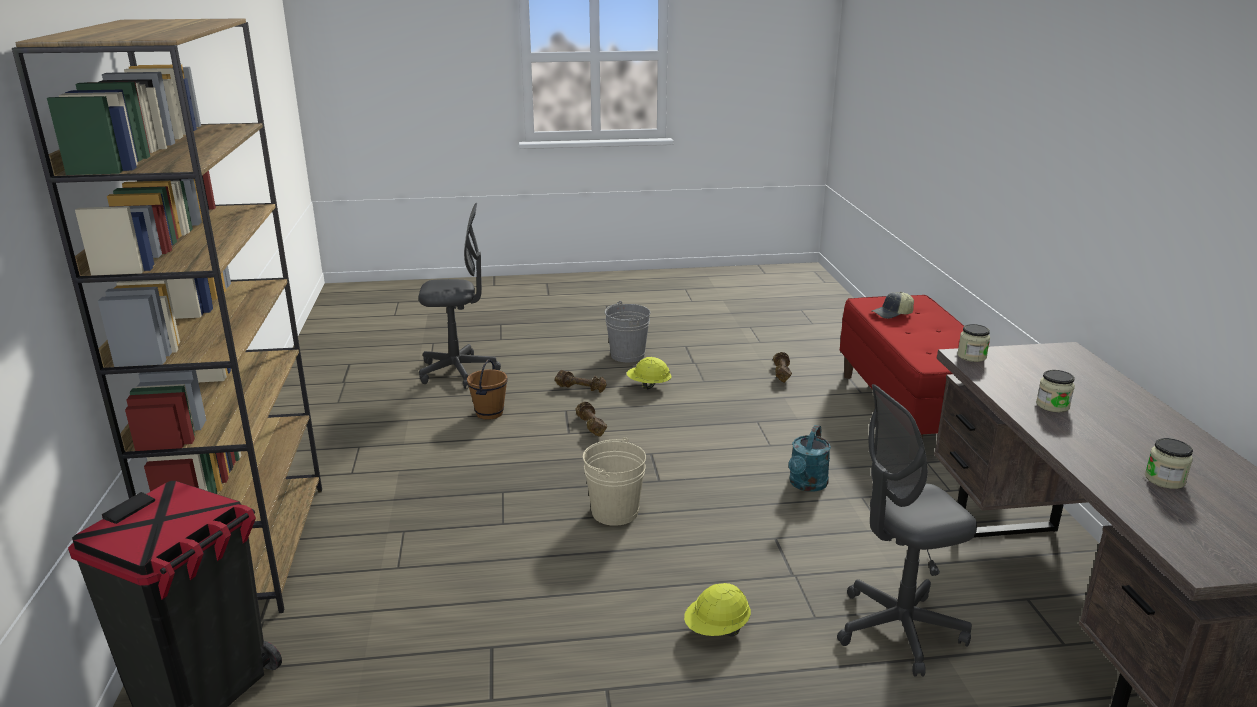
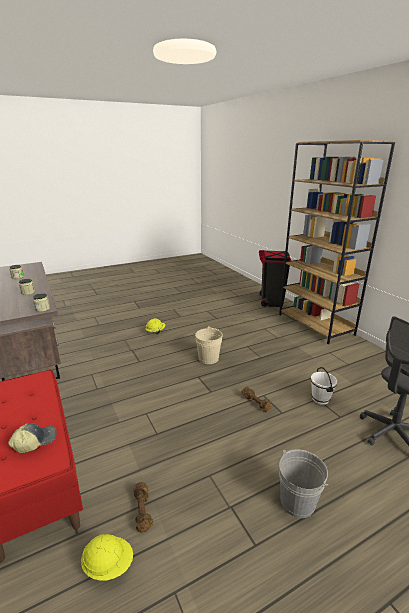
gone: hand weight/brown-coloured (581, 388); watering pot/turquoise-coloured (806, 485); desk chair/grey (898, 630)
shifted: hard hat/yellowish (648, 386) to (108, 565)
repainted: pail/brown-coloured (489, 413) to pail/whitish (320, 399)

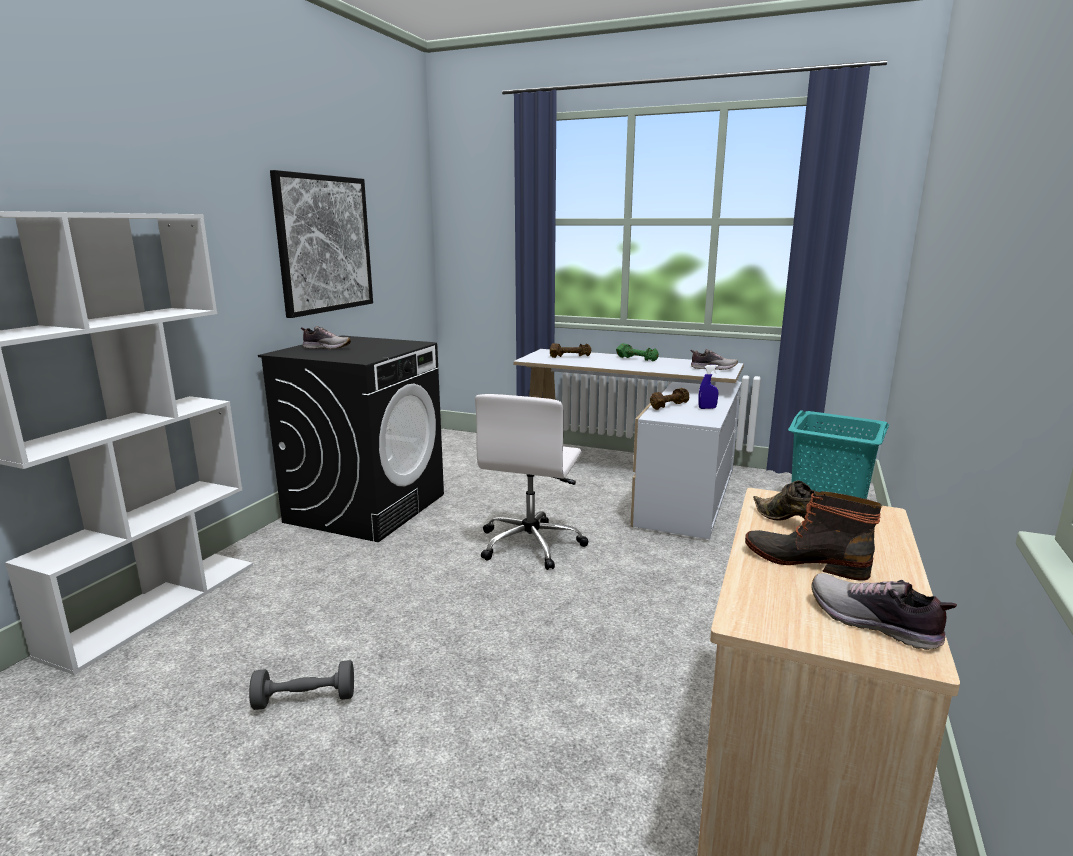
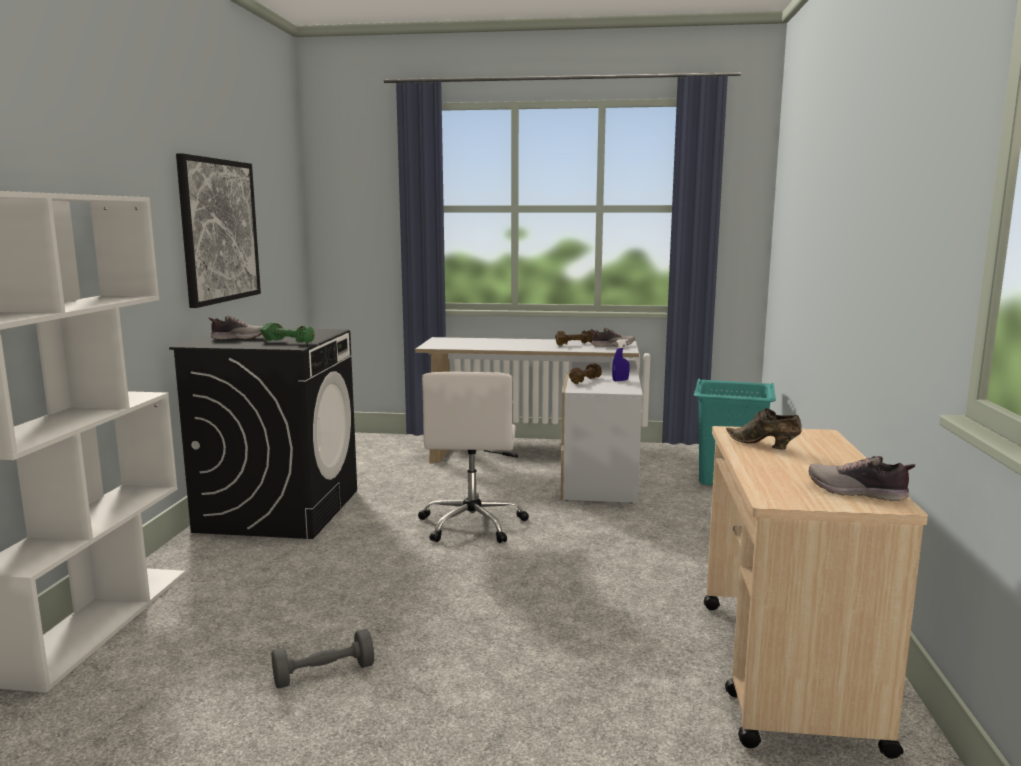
gone: tall boot (805, 560)
shifted: hand weight/brown-coloured (570, 357) to (574, 344); hand weight/green (637, 359) to (289, 342)

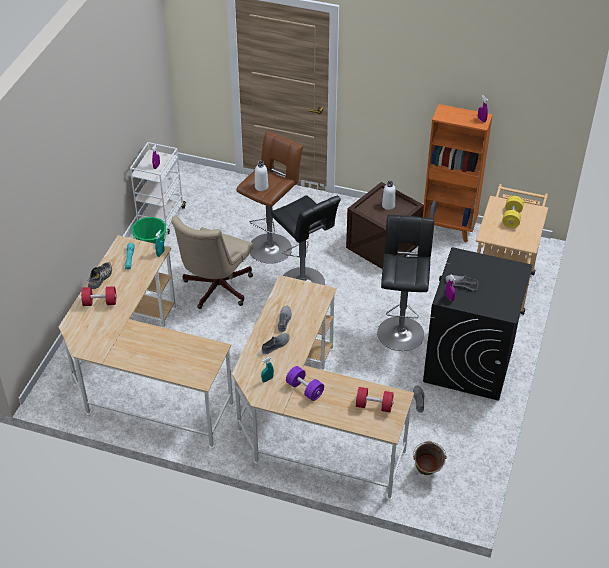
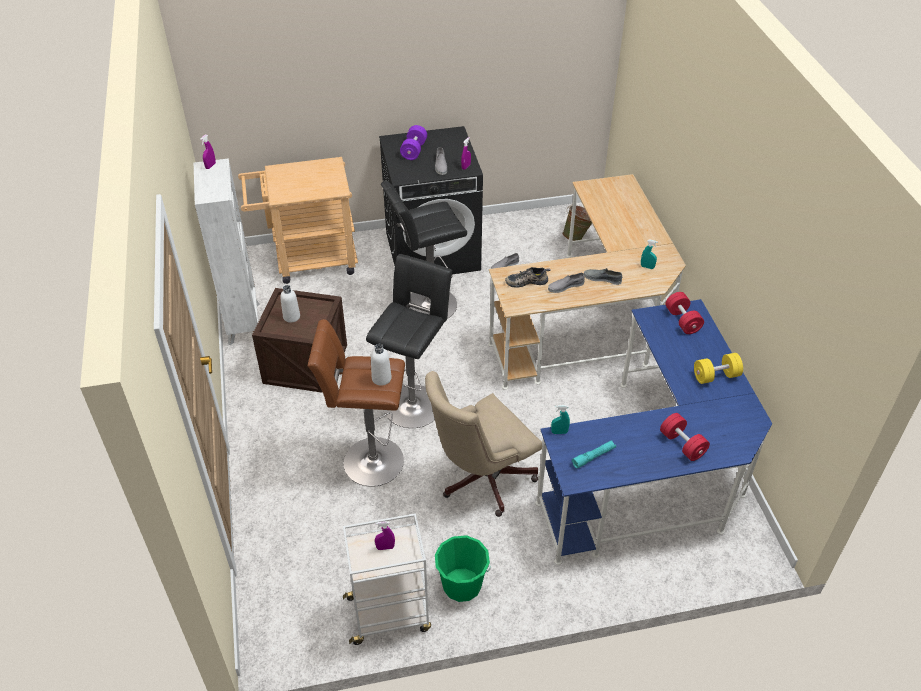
shifted: item of footwear (101, 278) to (527, 281); hand weight/purple (305, 389) to (414, 150); hand weight/red-coloured (374, 405) to (682, 321); hand weight/yellowish (512, 218) to (716, 376)
repainted: desk unit/beige-coloured (143, 376) to desk unit/blue (654, 475); shelving unit/orangey (449, 229) to shelving unit/whitish (244, 322)
rotated: desk chair/beige-coloured (215, 290) = (480, 479) 150 degrees clockwise

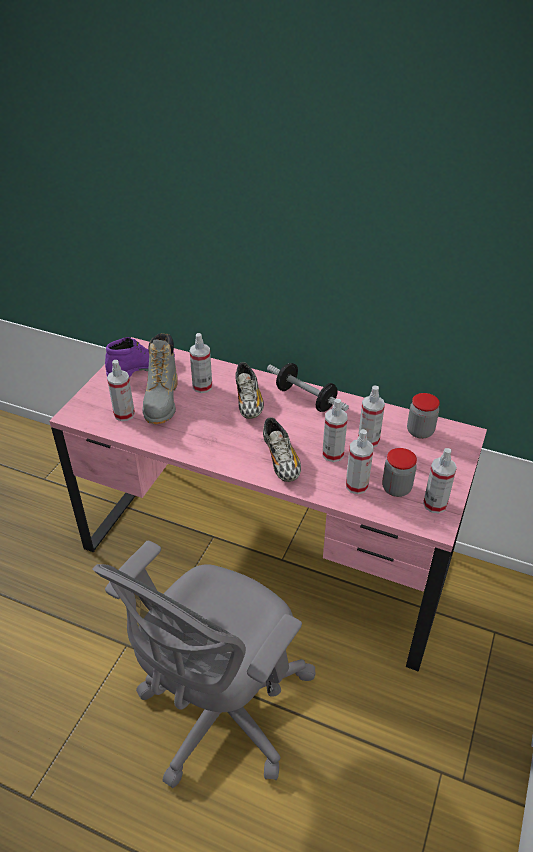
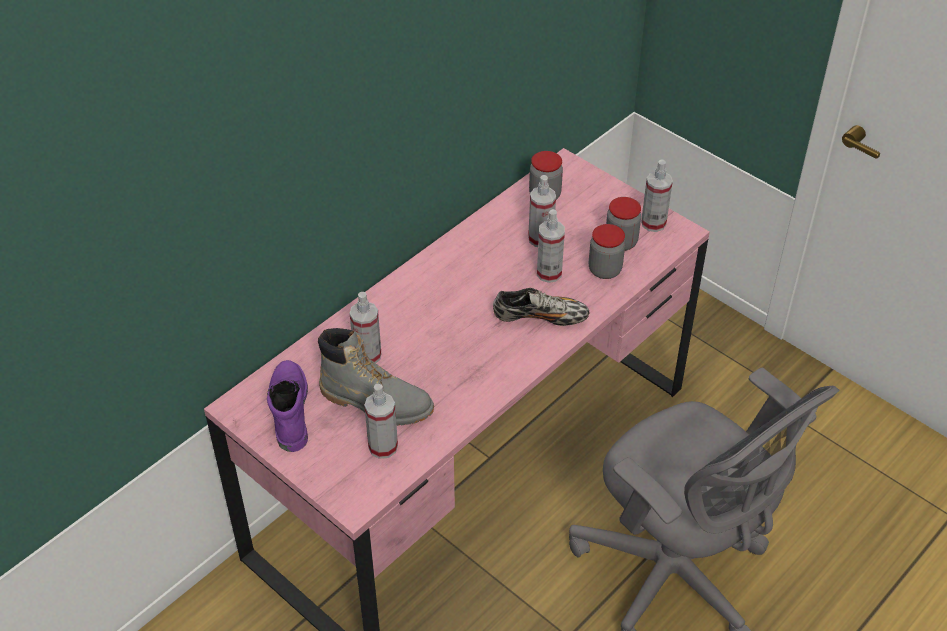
gone: item of footwear (248, 401); hand weight (306, 398)
swapped: hand sprayer (356, 485) to storage jar (605, 270)

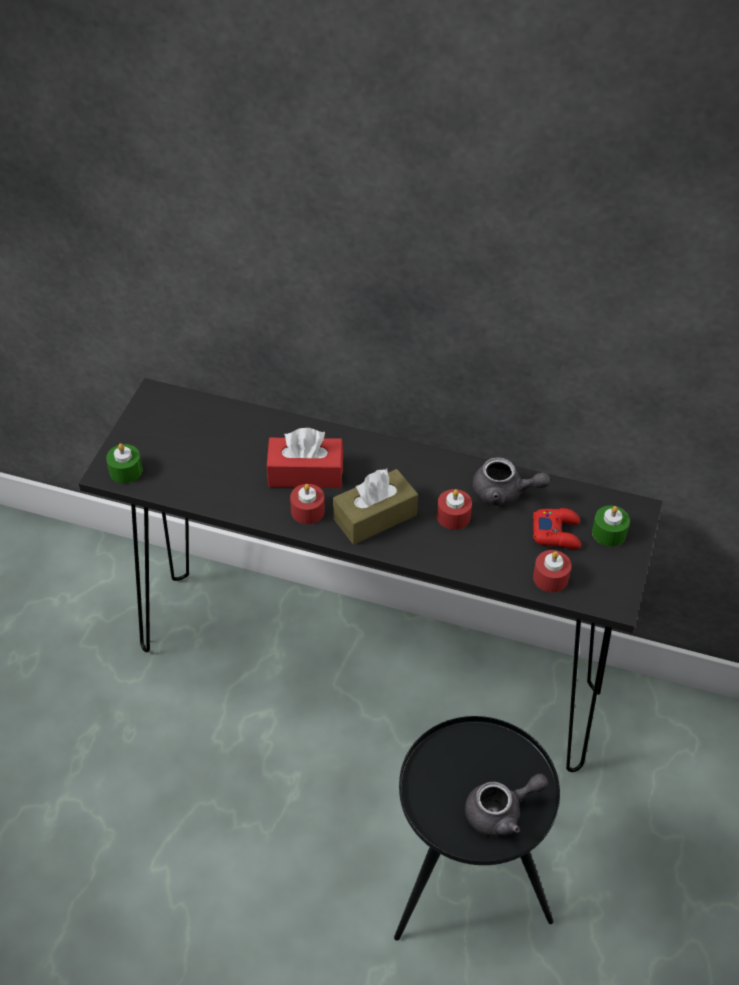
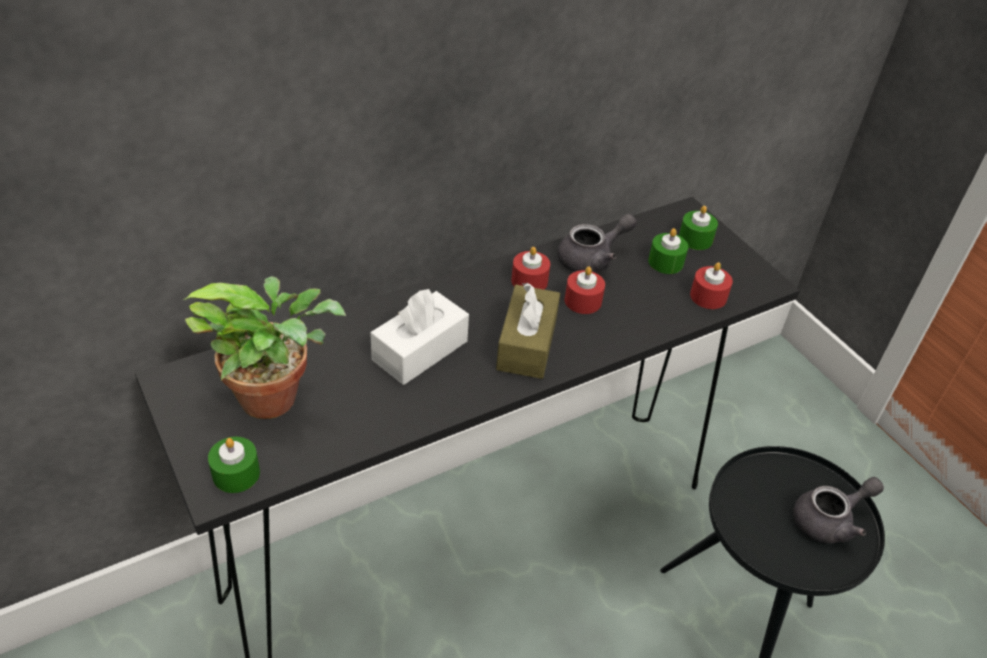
new: houseplant (276, 397)
shifted: wax candle/red-coloured (307, 511) to (529, 281)
swapped: joypad/red-coloured (557, 533) to wax candle/green (665, 262)
repainted: tissue holder/red-coloured (305, 473) to tissue holder/whitish (420, 350)
rotated: tea pot/grey (501, 812) = (830, 520) 45 degrees clockwise

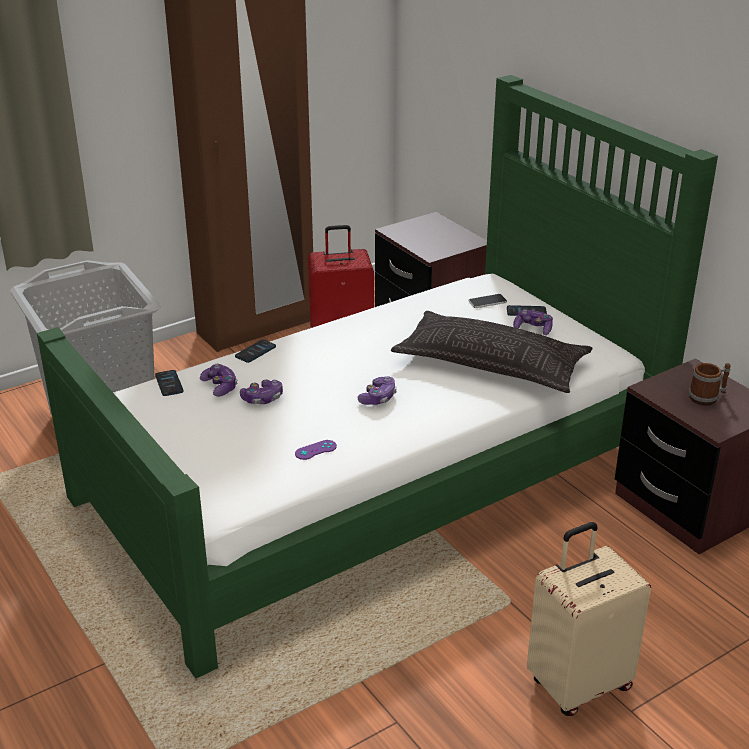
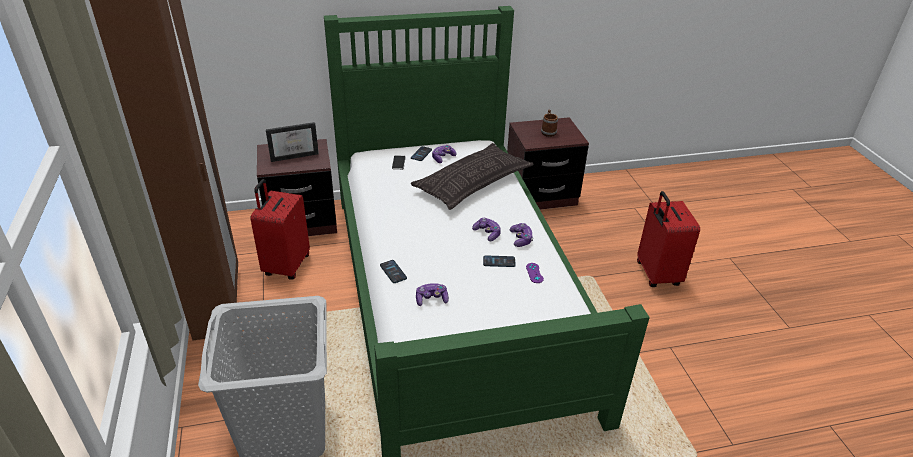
new: picture frame (295, 155)
shifted: handset (169, 384) to (499, 262); joypad (263, 398) to (521, 239)
repainted: travel case/beige-coloured (578, 683) to travel case/red-coloured (656, 274)

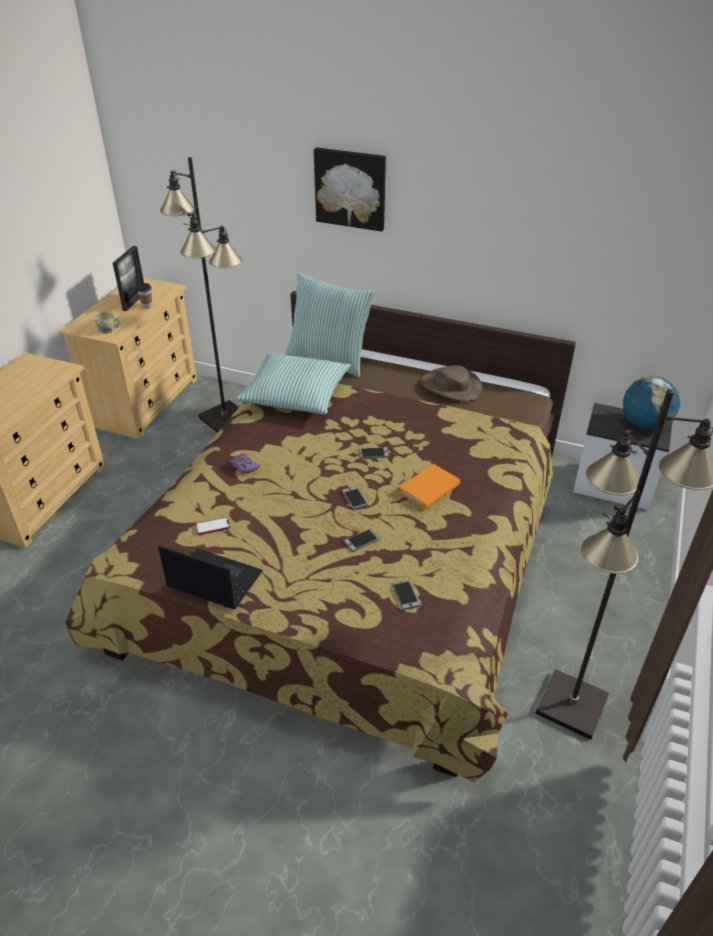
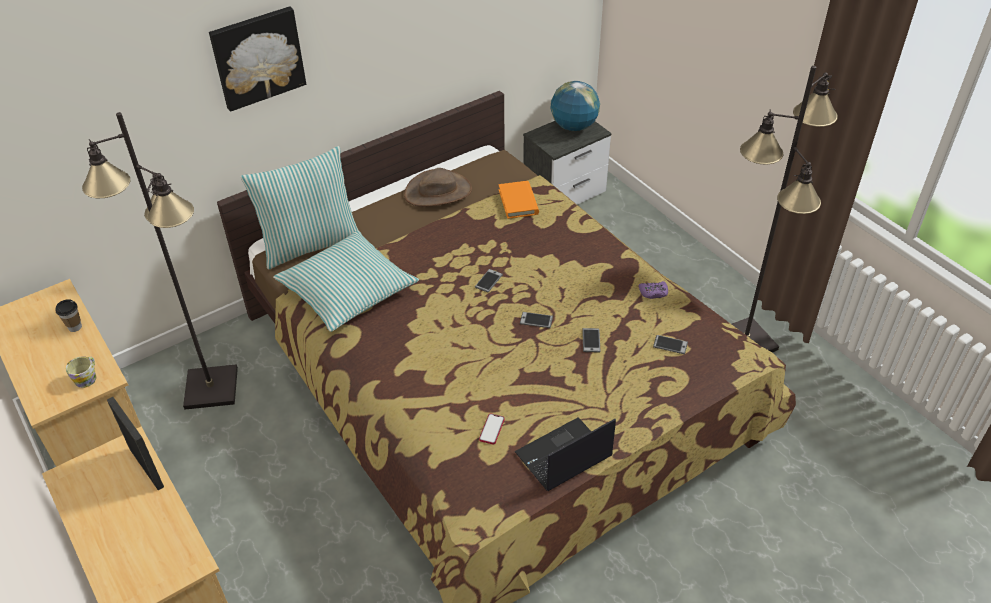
shifted: picture frame (134, 301) to (146, 468); joypad/purple (244, 466) to (653, 293); bound book/orangey (429, 489) to (518, 202)

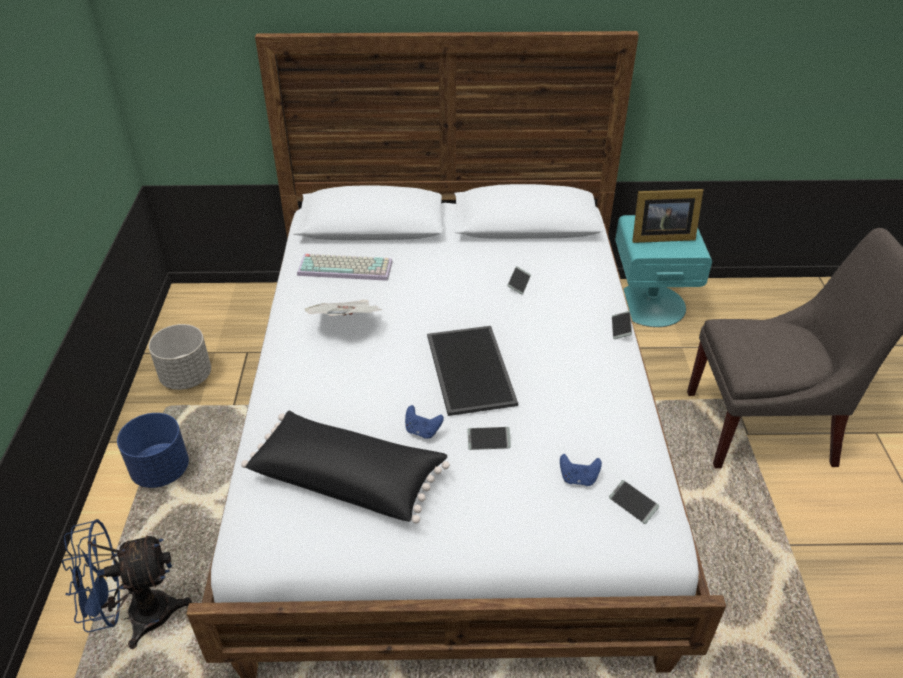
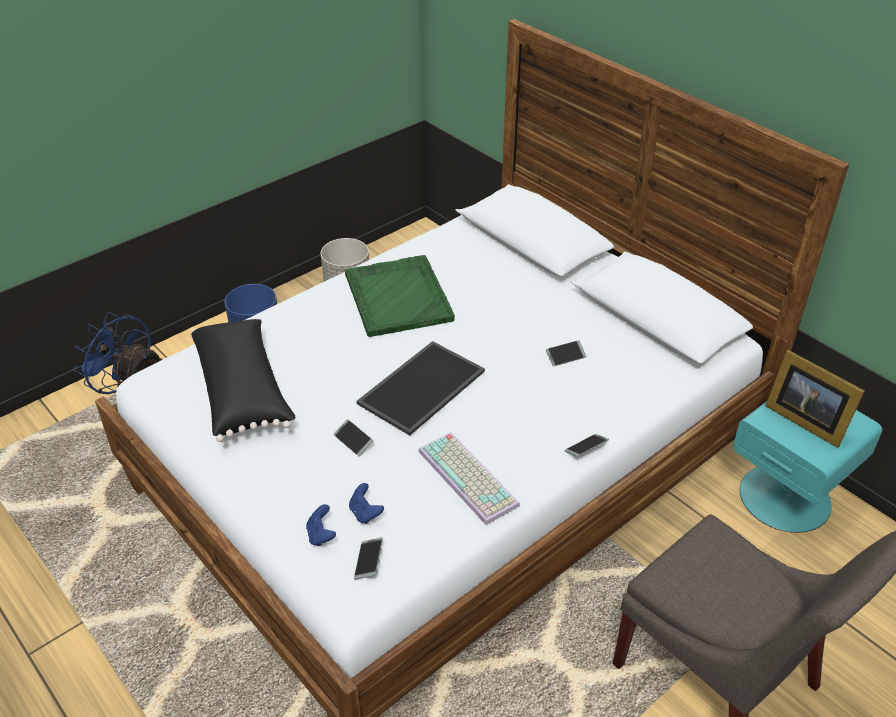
shifted: keyboard (346, 267) to (470, 478); joypad/blue (422, 431) to (321, 535)
swapped: printed paper (347, 323) to serving tray/green (398, 297)

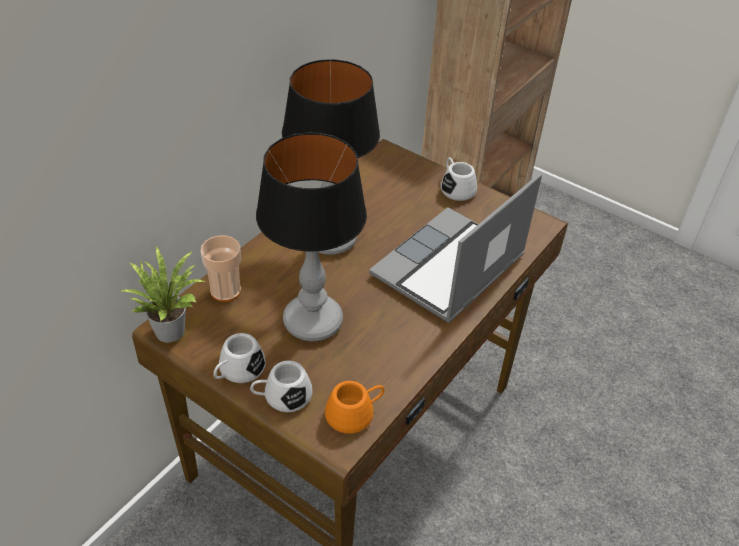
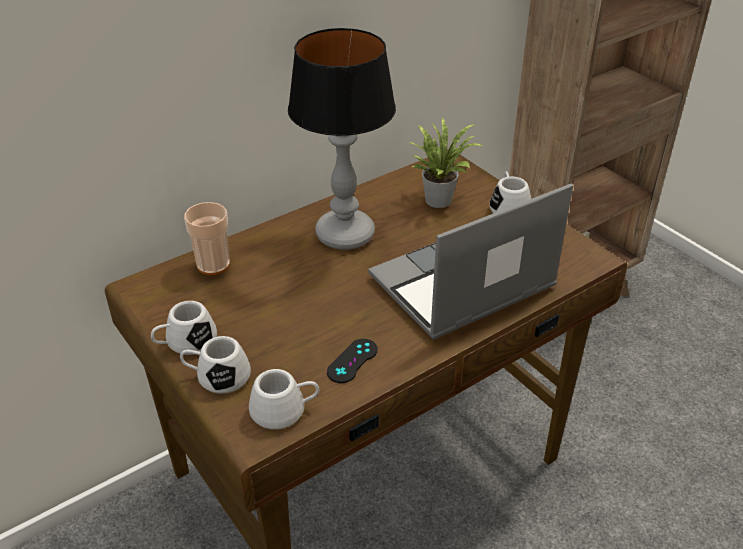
gone: lamp for a table (313, 321)
new: joypad/black (352, 361)
shifted: houseplant (171, 328) to (439, 198)
repainted: mug/orangey (355, 413) to mug/whitish (285, 410)

